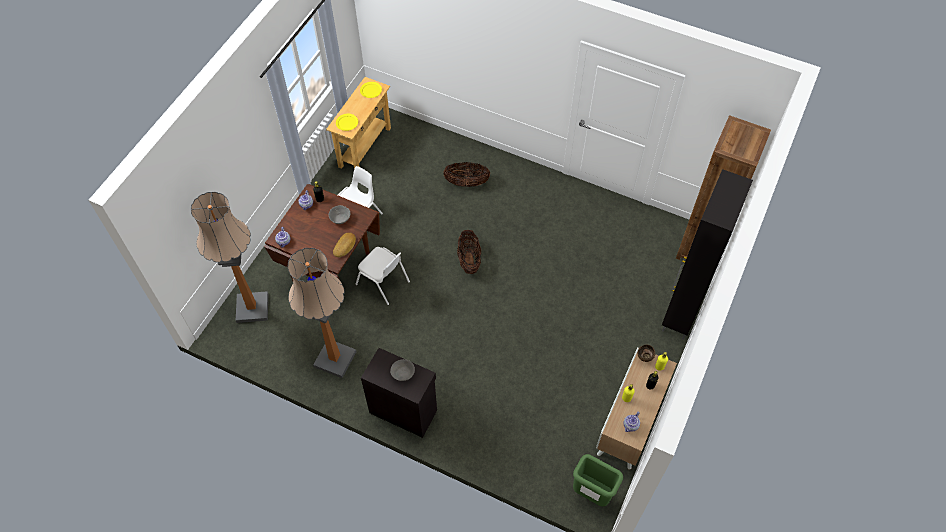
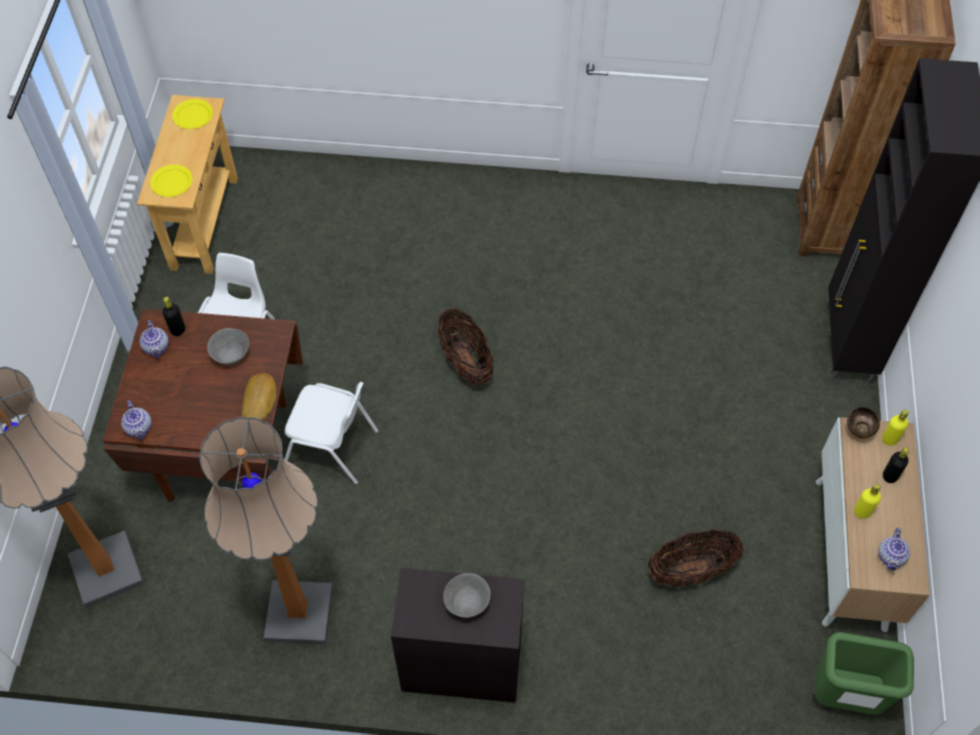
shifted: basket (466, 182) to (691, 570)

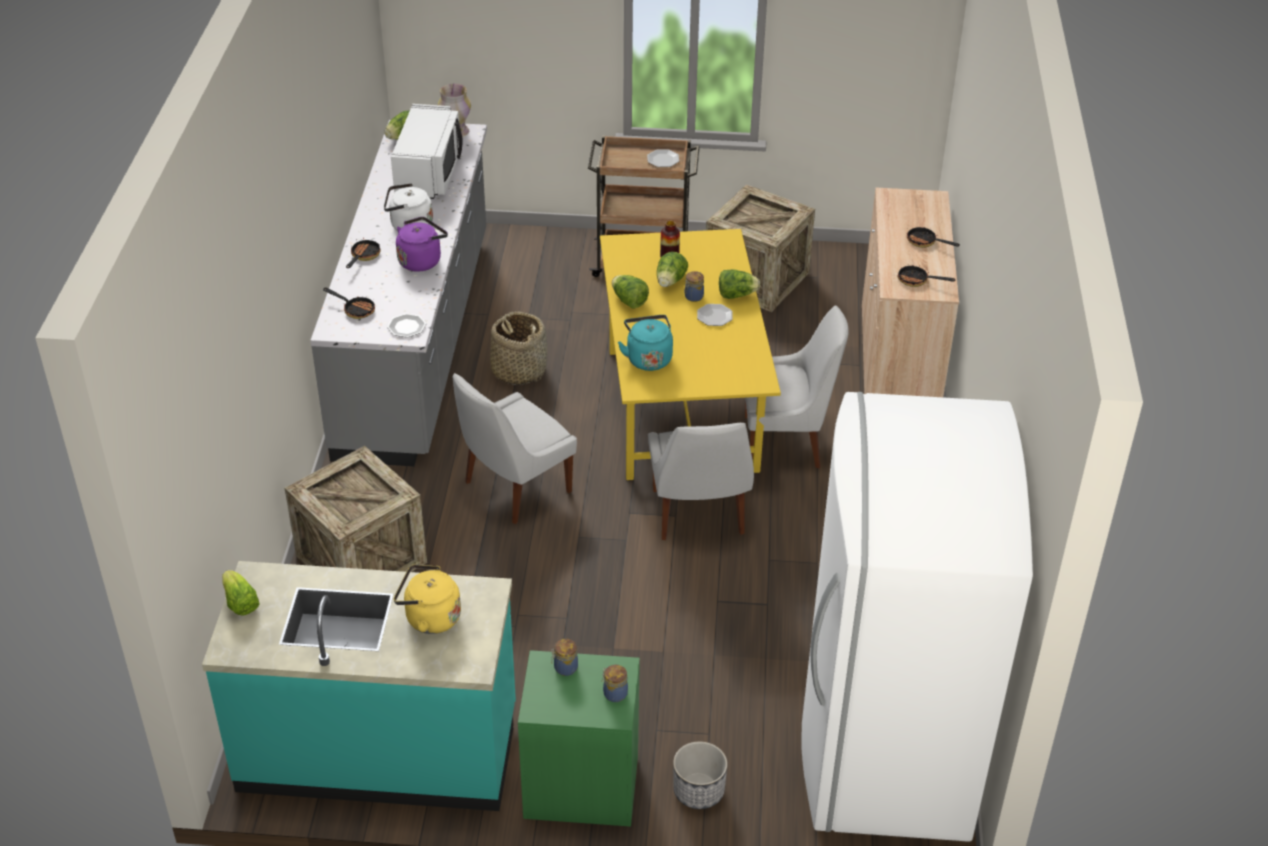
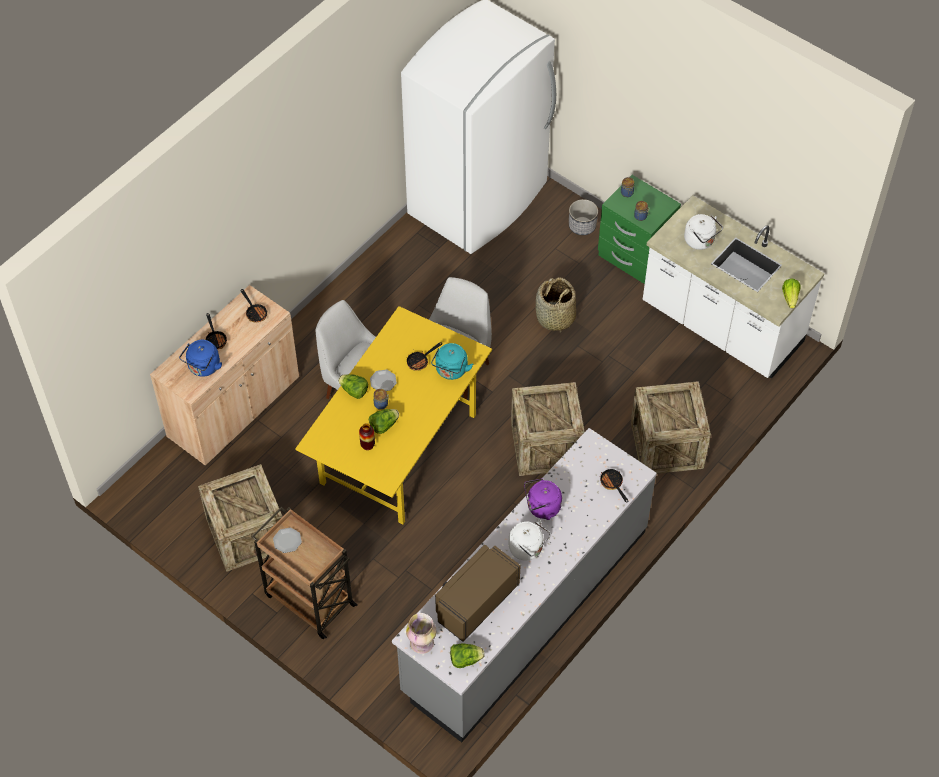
gone: plate (407, 326); lettuce (629, 301)
new: kettle/blue (203, 368)
shifted: skillet (363, 256) to (420, 361); basket (518, 370) to (555, 318)
swapped: chair/whitish (514, 489) to packing crate (546, 446)
repainted: kitchen counter/turquoise-coloured (379, 749) to kitchen counter/whitish (721, 325); kitchen microwave/whitish (429, 173) to kitchen microwave/brown-coloured (475, 601); kettle/yellowish (429, 618) to kettle/whitish (701, 241)

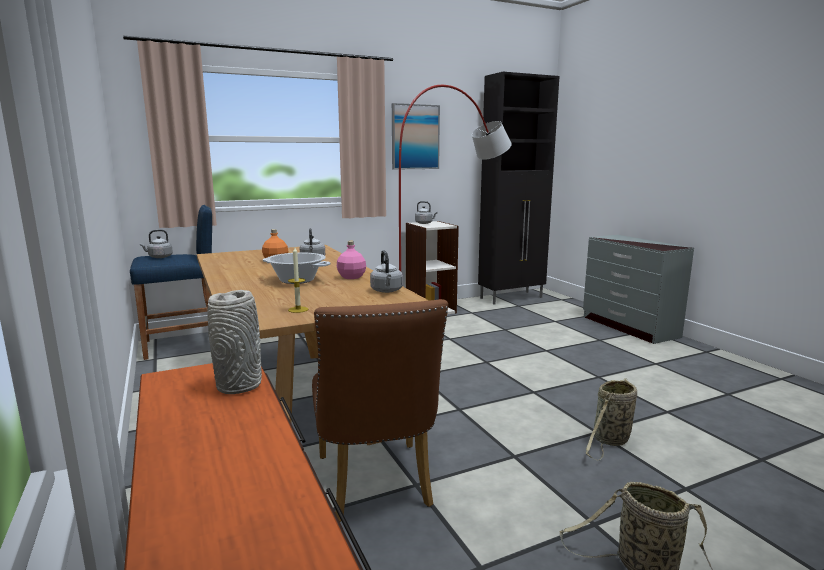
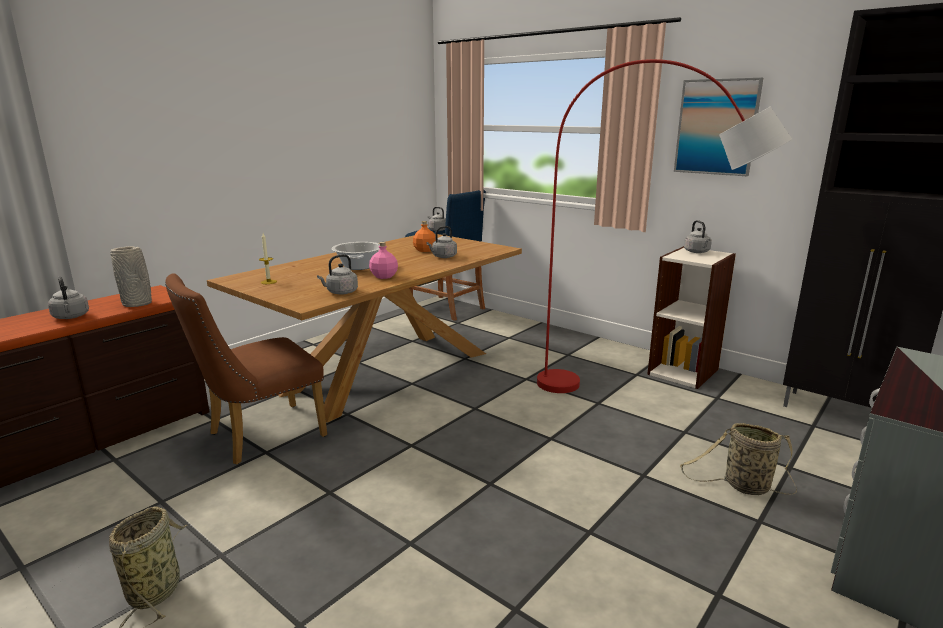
new: kettle/grey (71, 317)
shifted: basket (610, 441) to (743, 486)

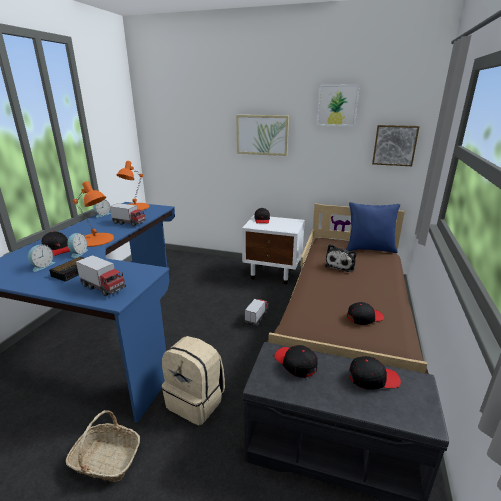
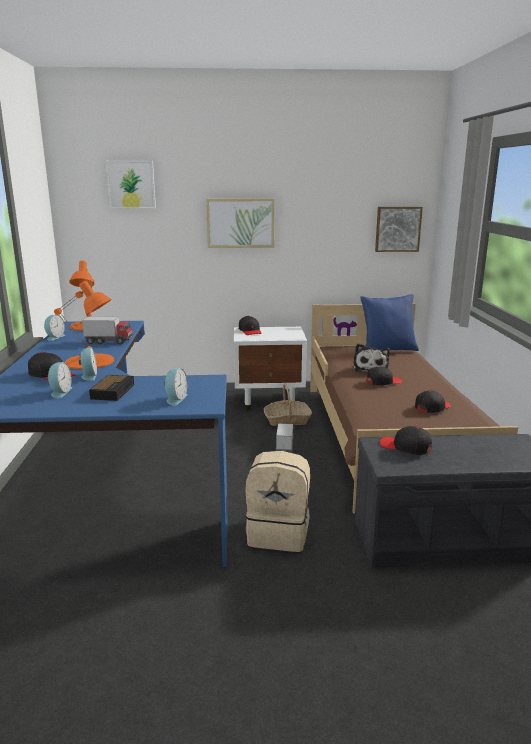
shifted: basket (106, 460) to (287, 420); picture (337, 105) to (131, 184); peaked cap/black (373, 378) to (383, 382)
swapped: toy lorry (103, 287) to bedside clock (175, 399)

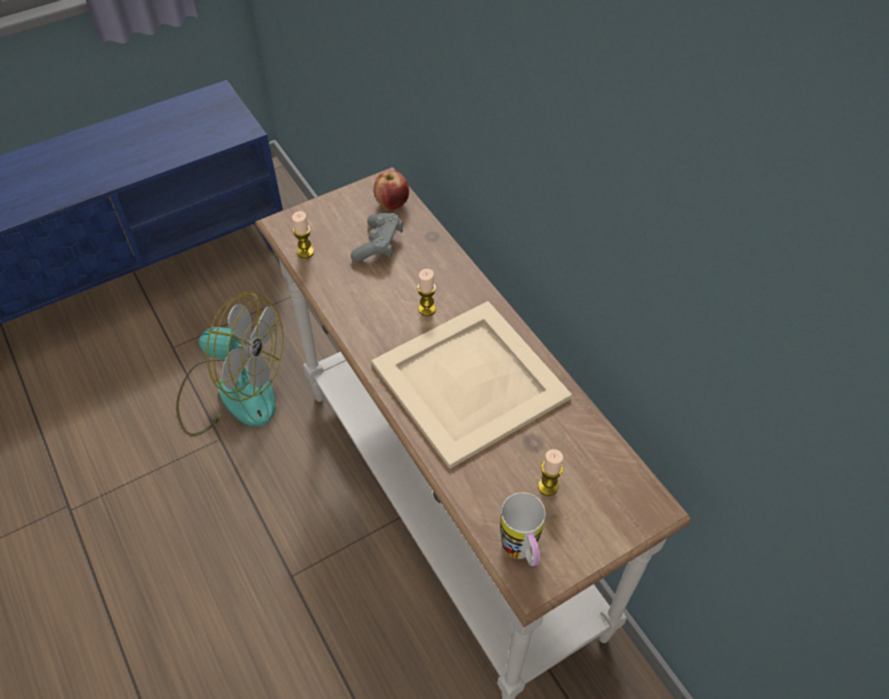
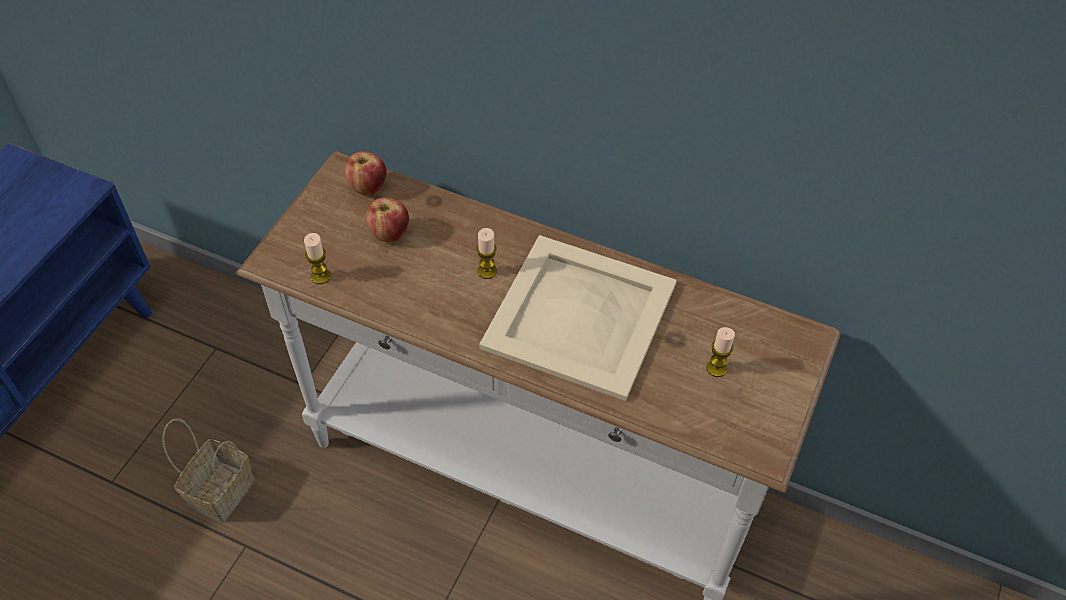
gone: mug (521, 554)
swapped: fan (232, 391) to basket (221, 489); joypad/grey (379, 245) to whole apple (389, 234)

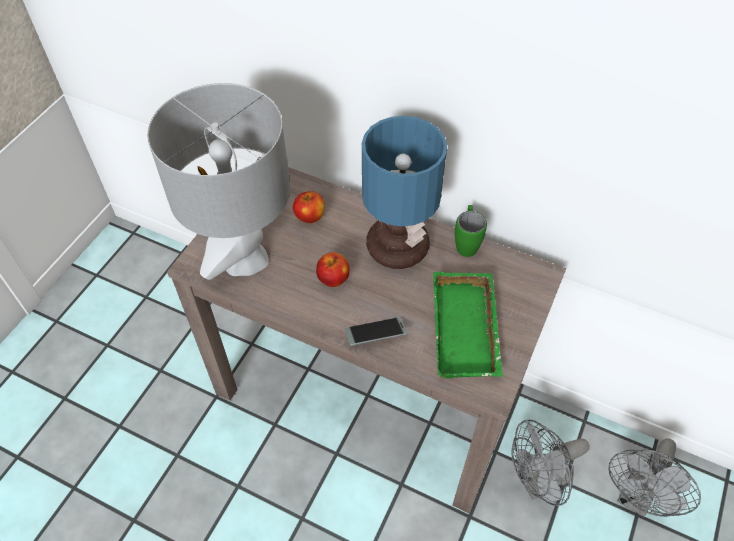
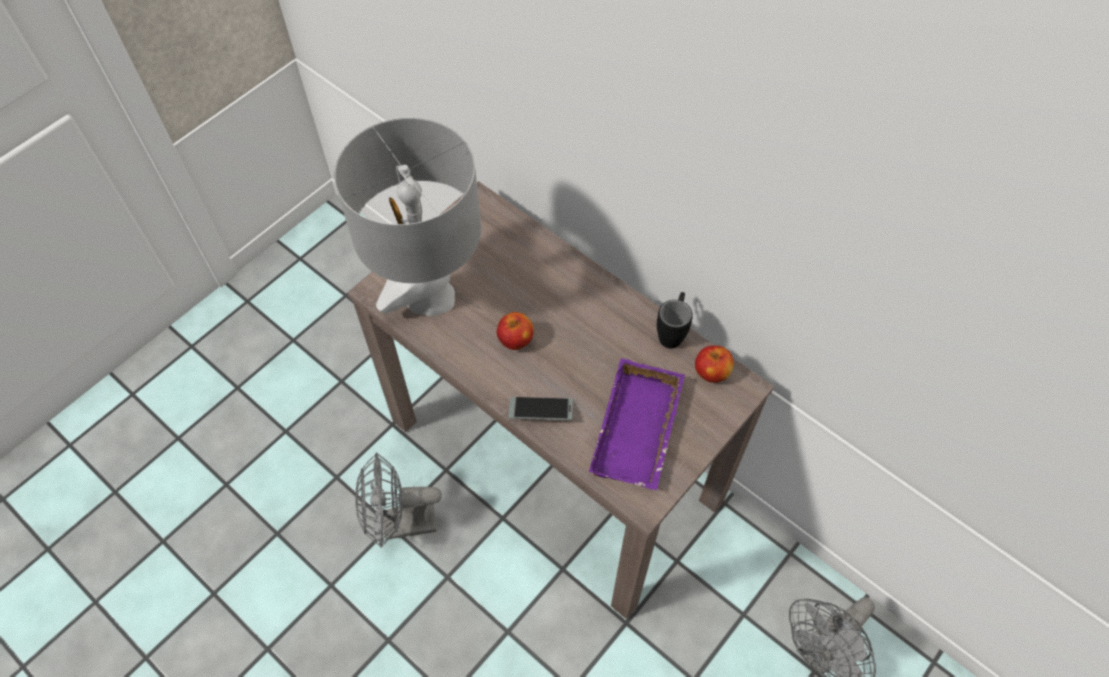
gone: lamp for a table (400, 247)
shifted: whole apple (310, 217) to (711, 372); fan/grey (537, 482) to (400, 524)
repainted: serving tray/green (468, 331) to serving tray/purple (640, 432); mug/green (466, 243) to mug/black (672, 332)

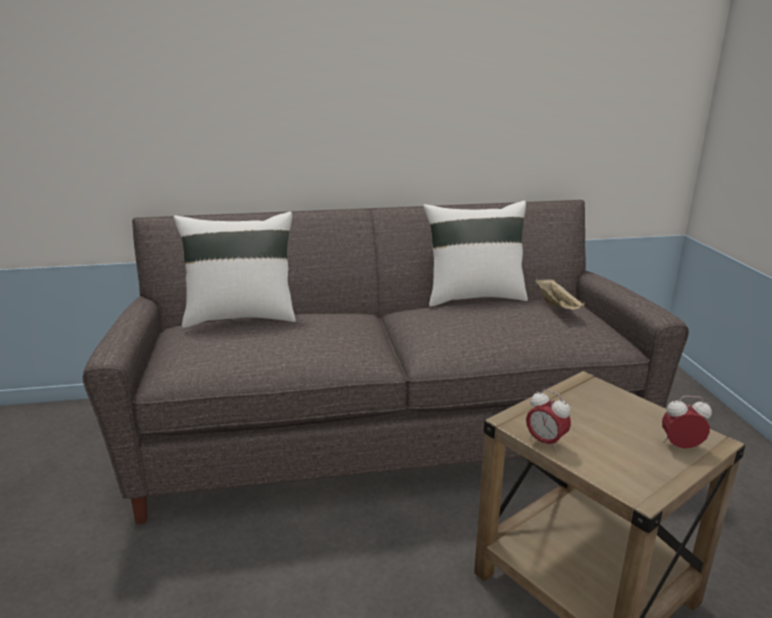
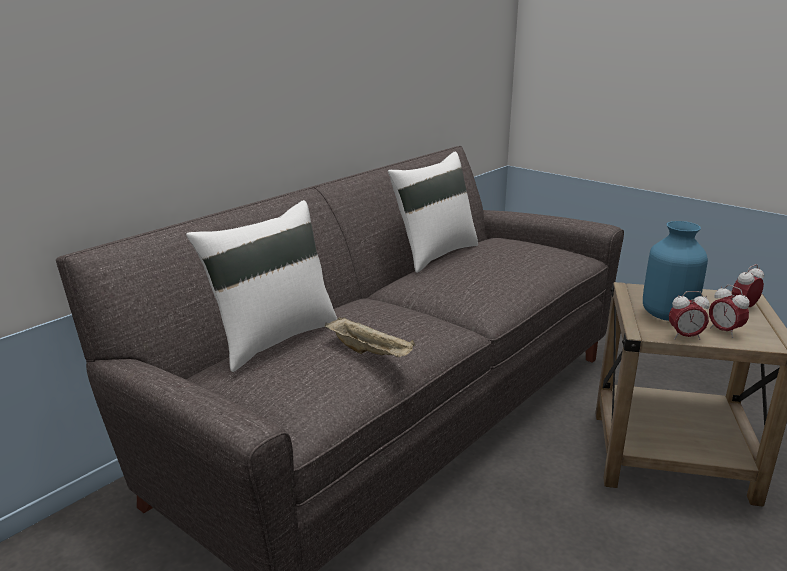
new: decorative vase/blue (668, 315); bedside clock (724, 331)
shifted: serving tray/beige-coloured (557, 306) to (370, 352)

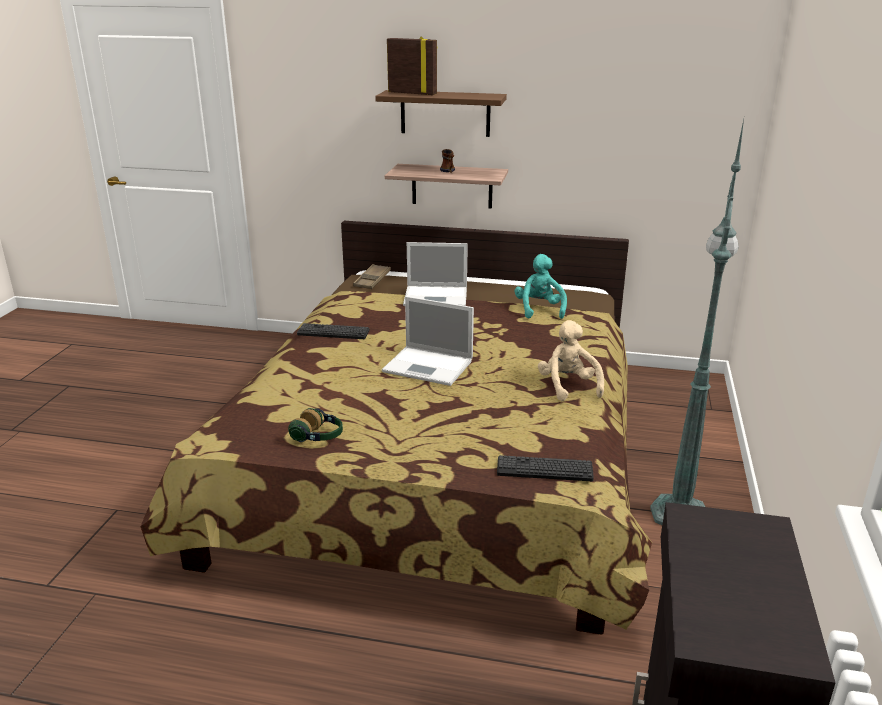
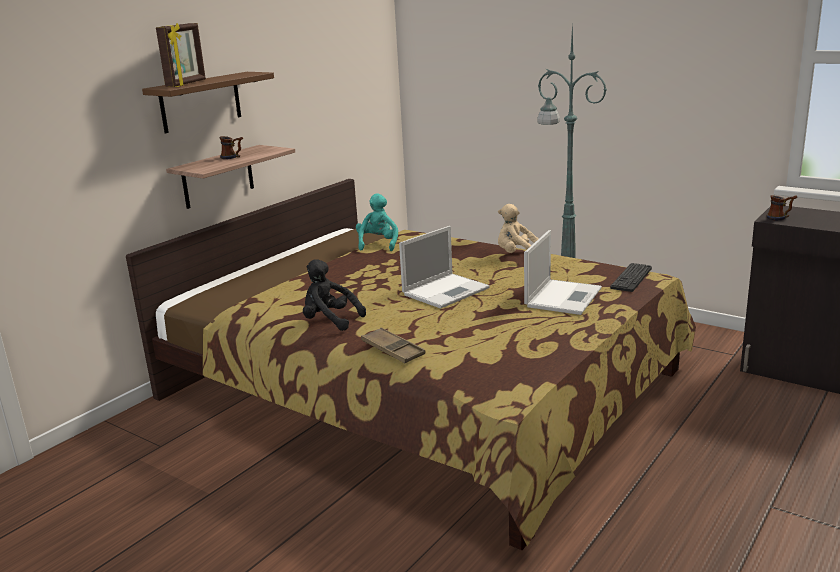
gone: headset (318, 437)
new: mug (780, 217)
shifted: serving tray/brown-coloured (372, 280) to (393, 350); portable computer (437, 297) to (563, 297)
swapped: keyboard (333, 332) to soft toy/black (330, 321)
rotated: picture frame (412, 93) = (187, 84) 150 degrees clockwise; soft toy/turquoise-coloured (539, 309) = (378, 244) 75 degrees clockwise

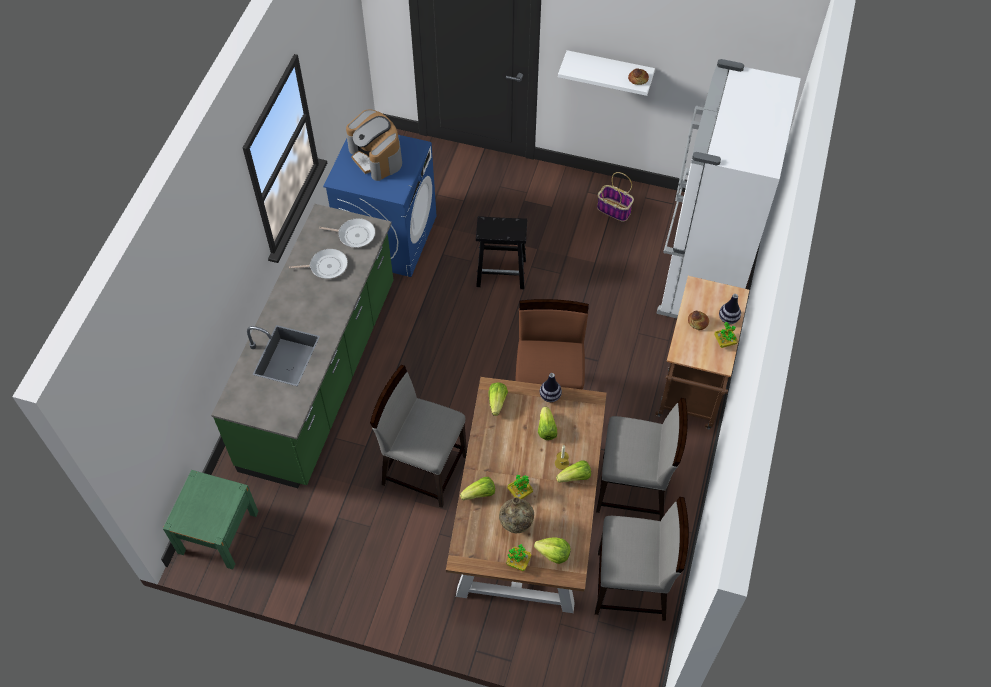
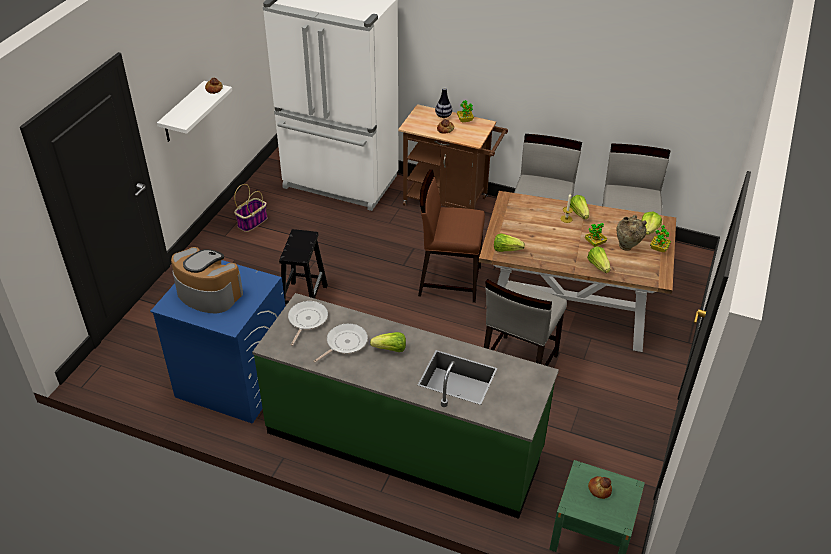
gone: decorative vase (550, 396)
new: bakery bread (599, 489)
shifted: lettuce (546, 429) to (390, 349)
rotated: skillet (326, 266) = (344, 343) 45 degrees clockwise; coffee brewer (376, 157) = (208, 293) 120 degrees counterclockwise

